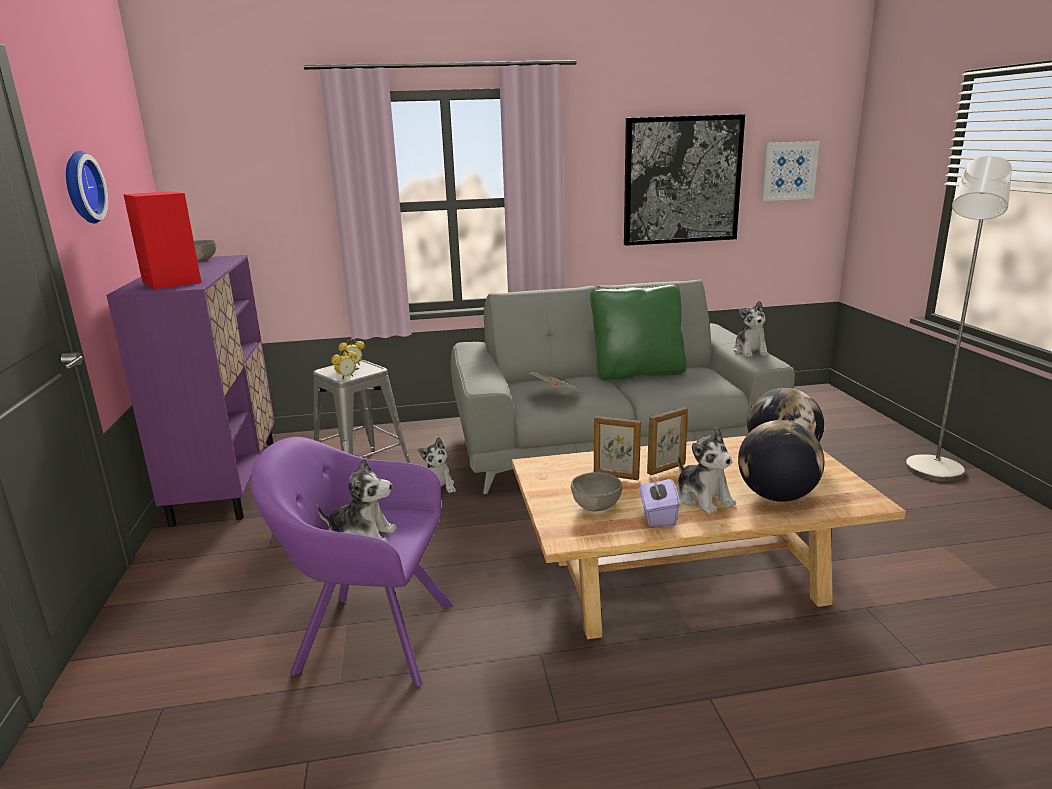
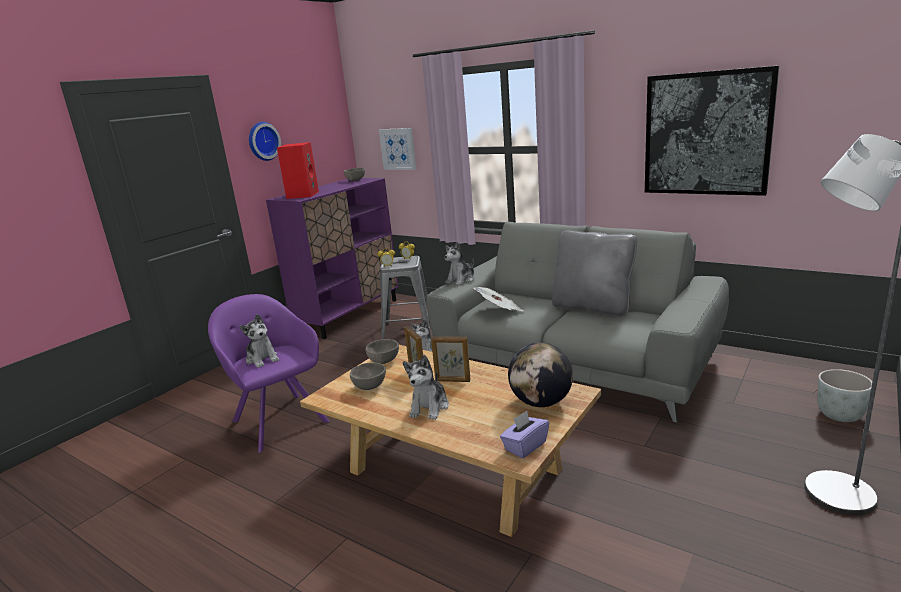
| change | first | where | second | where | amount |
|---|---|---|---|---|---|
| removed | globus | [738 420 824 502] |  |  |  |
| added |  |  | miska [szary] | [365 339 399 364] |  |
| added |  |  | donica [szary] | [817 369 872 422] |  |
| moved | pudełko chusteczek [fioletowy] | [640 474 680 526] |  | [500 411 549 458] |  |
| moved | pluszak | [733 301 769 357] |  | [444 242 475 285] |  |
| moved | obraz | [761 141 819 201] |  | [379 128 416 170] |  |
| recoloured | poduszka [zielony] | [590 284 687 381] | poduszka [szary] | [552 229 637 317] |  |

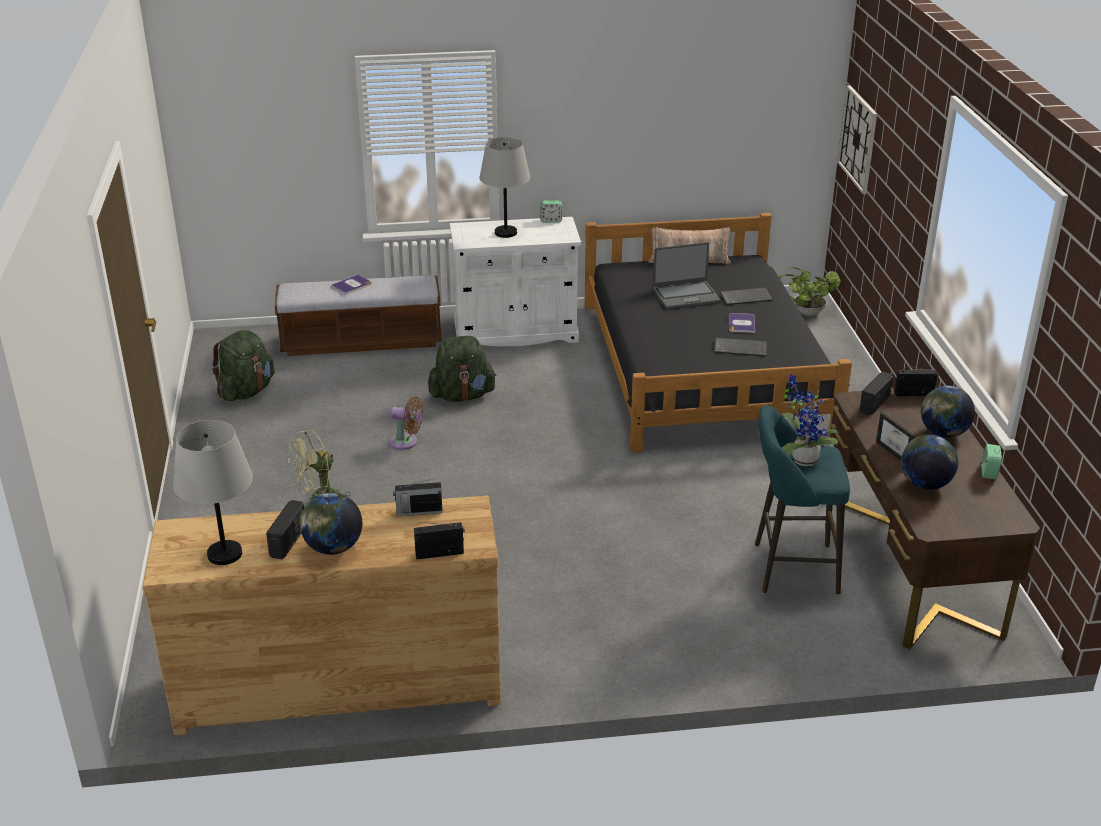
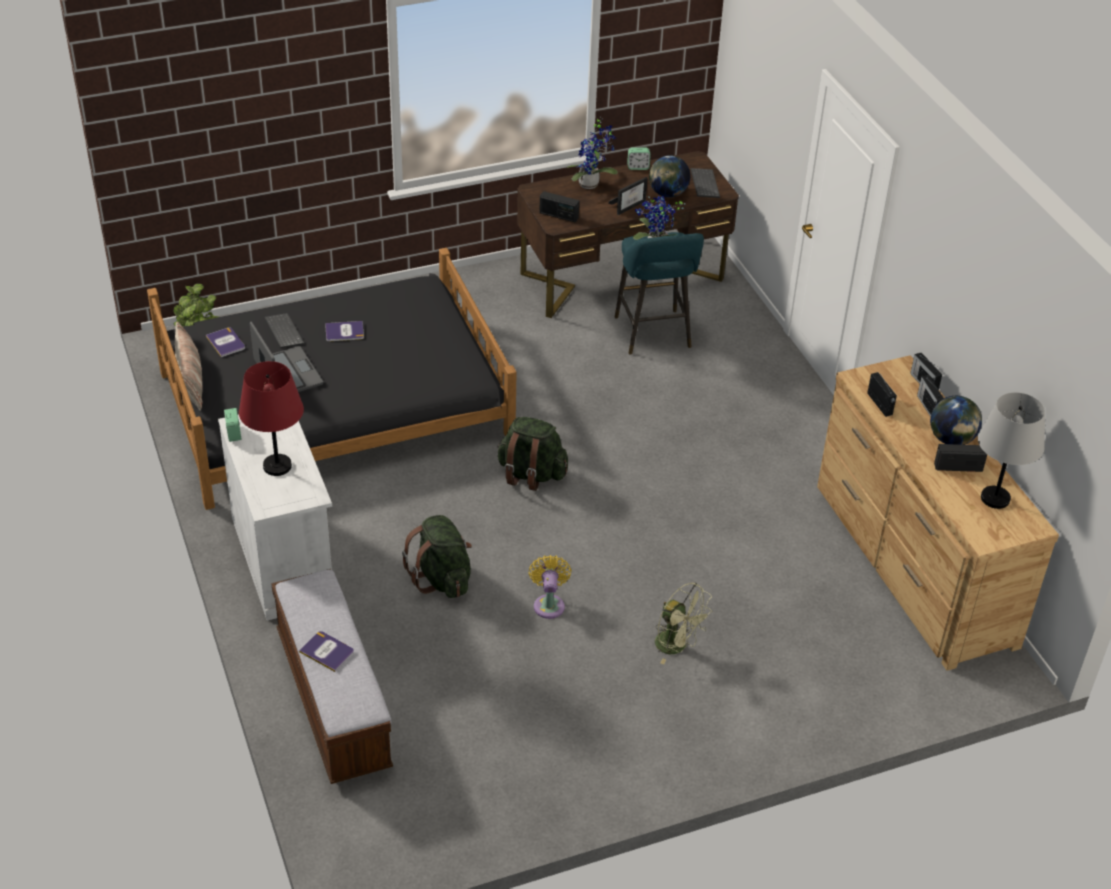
| change | first | where | second | where | amount |
|---|---|---|---|---|---|
| removed | zegar ścienny | [838 86 877 194] |  |  |  |
| added |  |  | książka | [206 327 245 357] |  |
| moved | plecak [zielony] | [212 330 275 401] |  | [497 417 568 491] |  |
| moved | klawiatura | [715 338 767 357] |  | [690 168 720 198] |  |
| moved | radio | [894 365 938 396] |  | [917 375 944 417] |  |
| replaced | globus | [921 385 975 438] | roślina doniczkowa | [567 116 618 189] |  |
| recoloured | wentylator [brązowy] | [389 396 423 450] | wentylator [żółty] | [529 555 571 619] |  |
| recoloured | lampa stołowa [szary] | [479 137 530 238] | lampa stołowa [czerwony] | [239 361 304 476] |  |

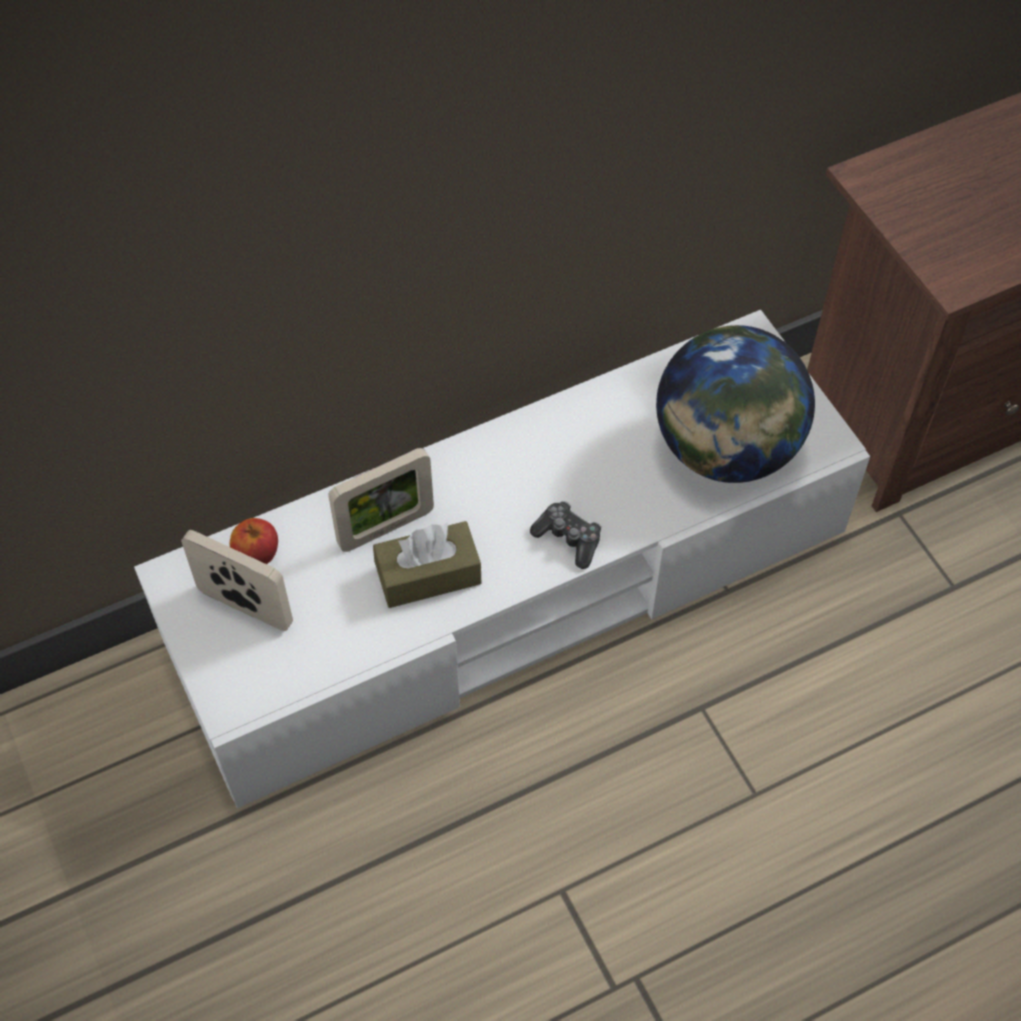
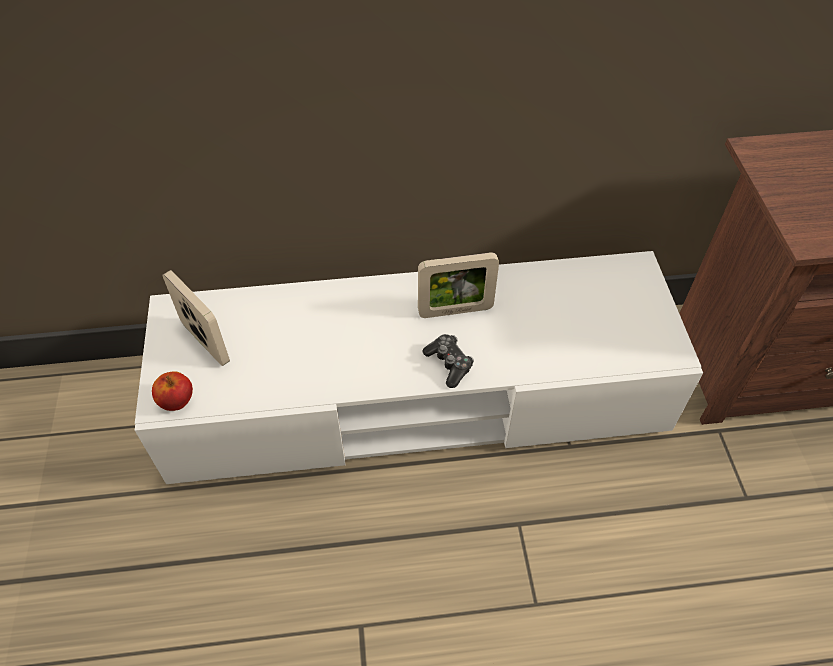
| change | first | where | second | where | amount |
|---|---|---|---|---|---|
| removed | pudełko chusteczek [brązowy] | [373 521 481 608] |  |  |  |
| removed | globus | [656 325 815 483] |  |  |  |
| moved | jabłko | [230 518 278 564] |  | [152 371 193 411] |  |
| moved | ramka na zdjęcie | [328 448 434 552] |  | [418 252 499 318] |  |

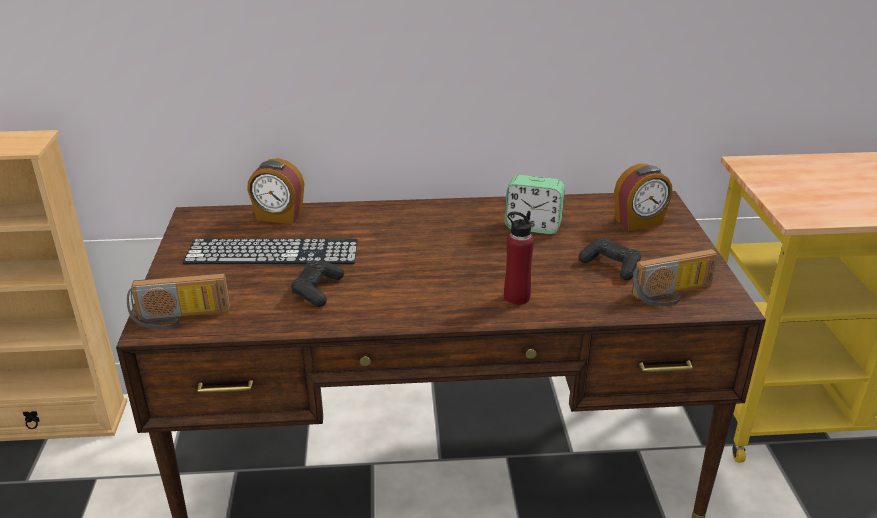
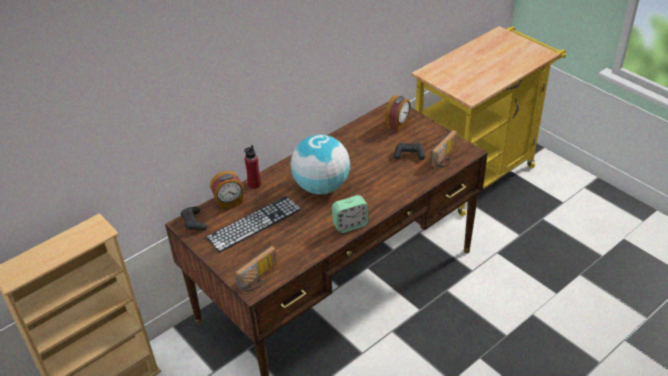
| change | first | where | second | where | amount |
|---|---|---|---|---|---|
| added |  |  | globus | [291 135 350 194] |  |
| moved | pad do gier [czarny] | [291 260 344 307] |  | [181 206 207 231] |  |
| moved | butelka [czerwony] | [504 211 534 305] |  | [244 145 261 189] |  |
| moved | budzik | [505 175 565 234] |  | [332 195 369 233] |  |

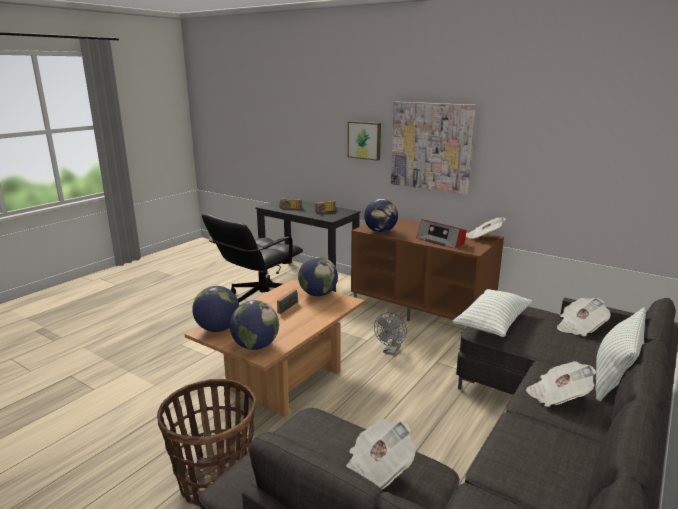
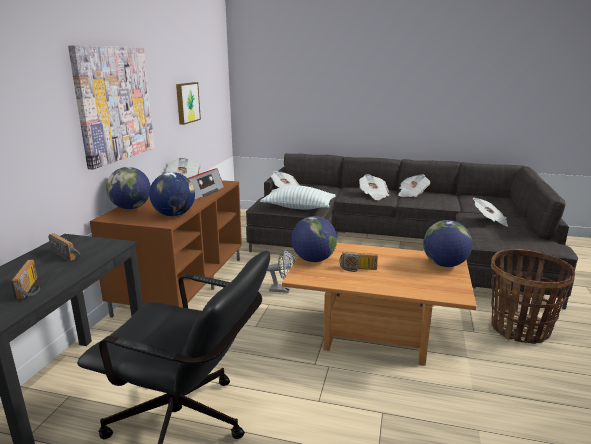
| change | first | where | second | where | amount |
|---|---|---|---|---|---|
| removed | poduszka | [595 307 646 401] |  |  |  |
| added |  |  | gazeta | [398 175 430 197] |  |
| moved | globus | [192 286 239 332] |  | [106 167 151 209] |  |
| moved | obraz | [348 121 381 161] |  | [176 82 201 125] |  |

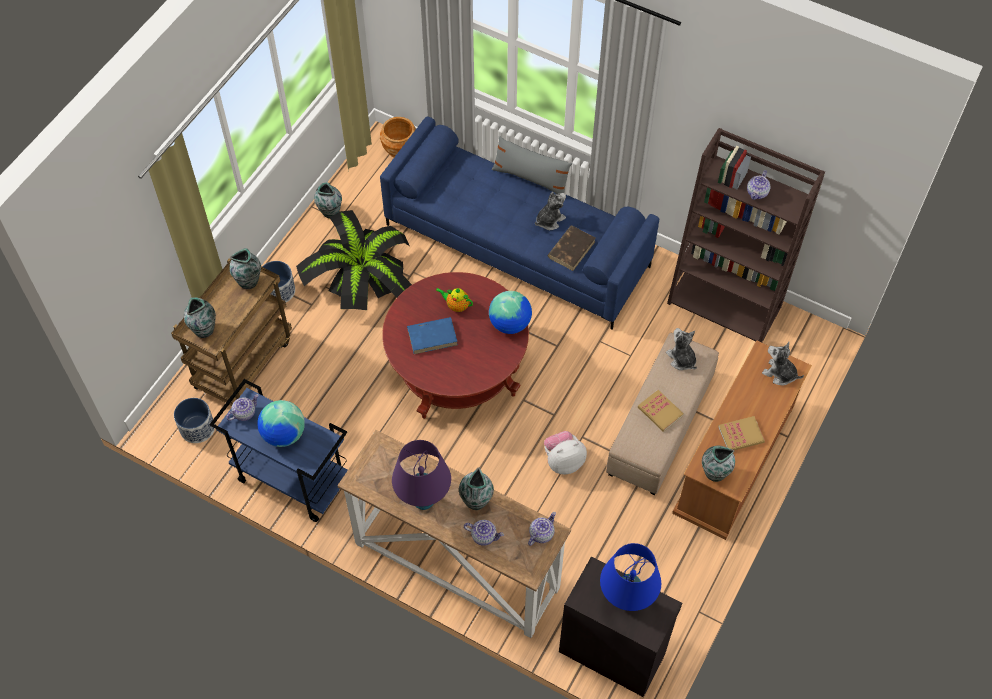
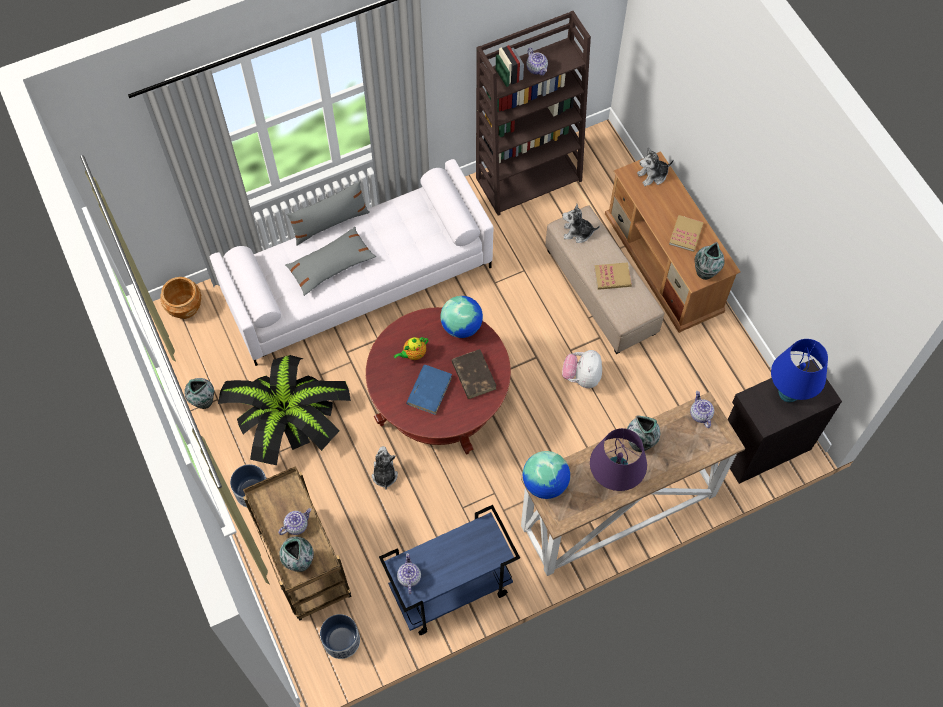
| change | first | where | second | where | amount |
|---|---|---|---|---|---|
| removed | wazon | [229 248 261 289] |  |  |  |
| added |  |  | poduszka [szary] | [285 227 376 296] |  |
| moved | globus | [257 400 305 447] |  | [523 451 570 499] |  |
| moved | imbryk | [464 520 504 546] |  | [278 508 312 535] |  |
| moved | pluszak | [535 192 566 230] |  | [372 446 398 490] |  |
| moved | książka [brązowy] | [547 226 595 271] |  | [451 349 497 399] |  |
| recoloured | kanapa [niebieski] | [380 117 659 329] | kanapa [biały] | [210 159 493 366] |  |

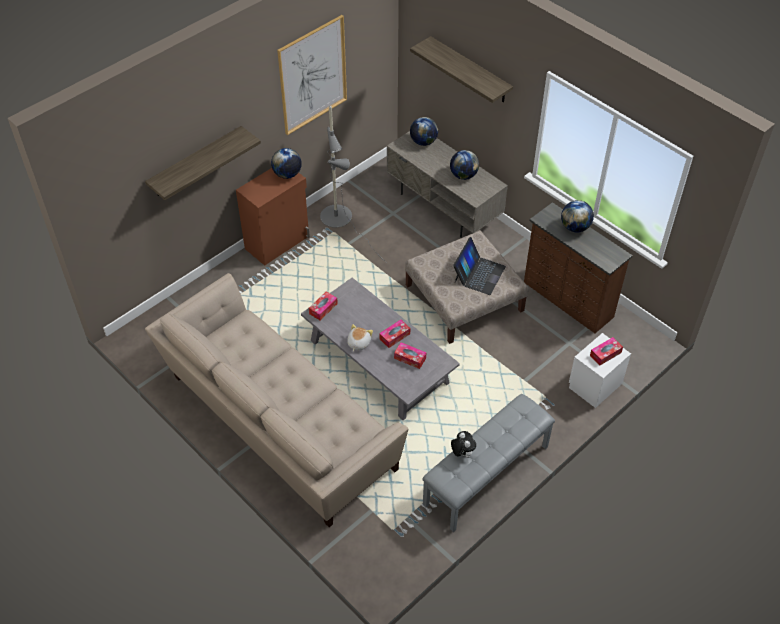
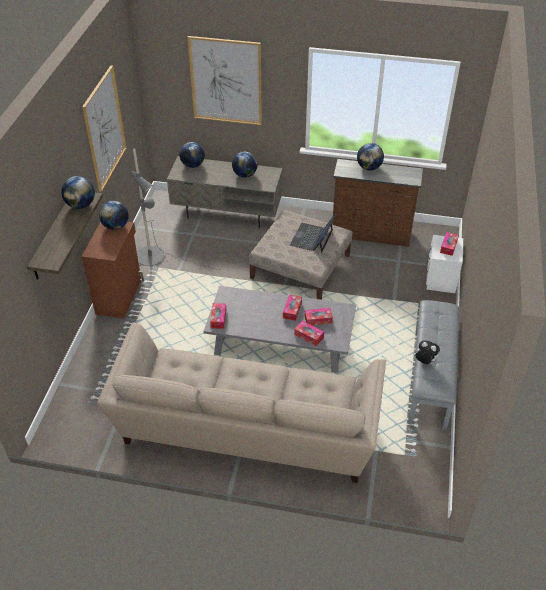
| change | first | where | second | where | amount |
|---|---|---|---|---|---|
| removed | pluszak | [347 324 373 351] |  |  |  |
| added |  |  | globus | [61 176 95 209] |  |
| added |  |  | pudełko chusteczek | [294 321 324 346] |  |
| replaced | półka | [410 36 513 103] | obraz | [187 36 262 125] |  |
| turned | laptop | [453 237 506 295] |  | [290 214 336 253] | 150 degrees counterclockwise |

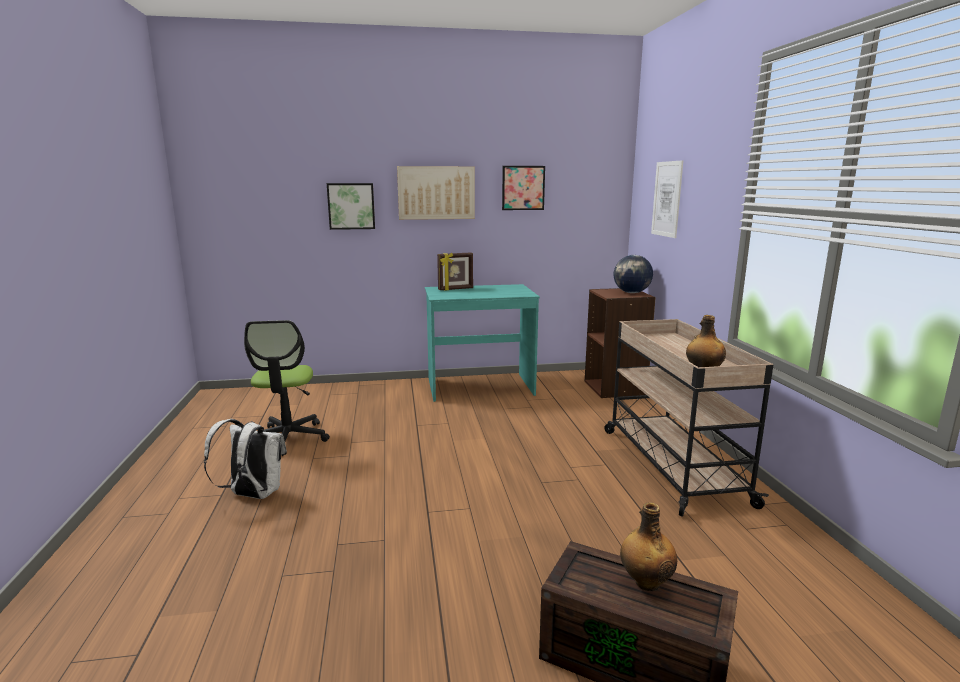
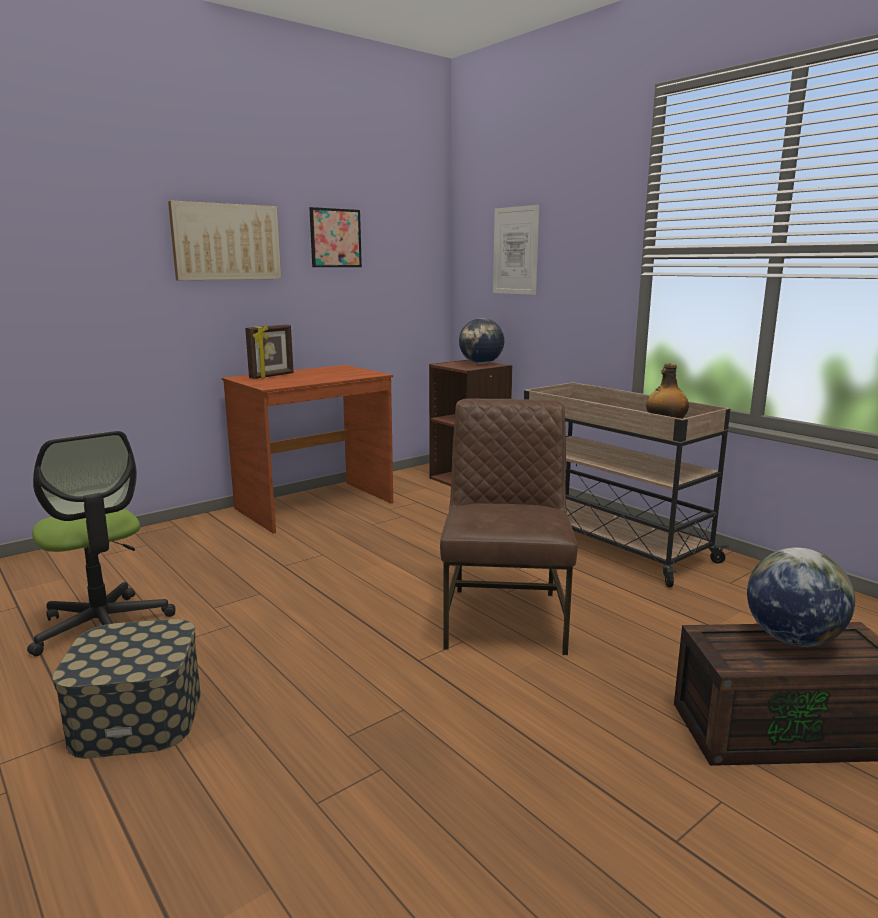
| change | first | where | second | where | amount |
|---|---|---|---|---|---|
| removed | obraz | [327 183 375 230] |  |  |  |
| added |  |  | krzesło [brązowy] | [440 398 577 655] |  |
| replaced | plecak [biały] | [204 419 287 499] | pojemnik do przechowywania | [52 619 201 758] |  |
| replaced | butelka | [620 502 677 591] | globus | [747 547 855 646] |  |
| recoloured | biurko [turkusowy] | [425 284 540 402] | biurko [brązowy] | [222 365 393 534] |  |

